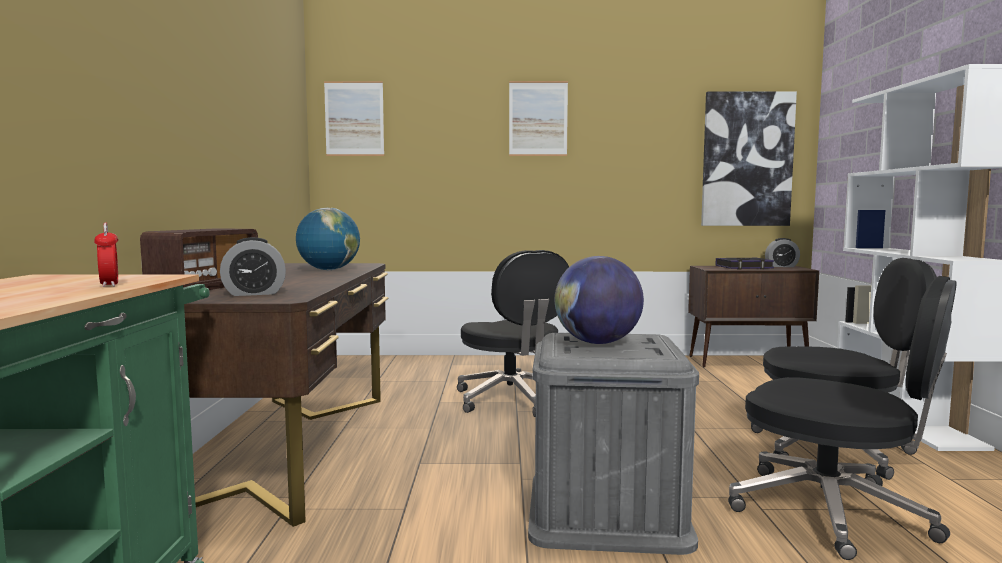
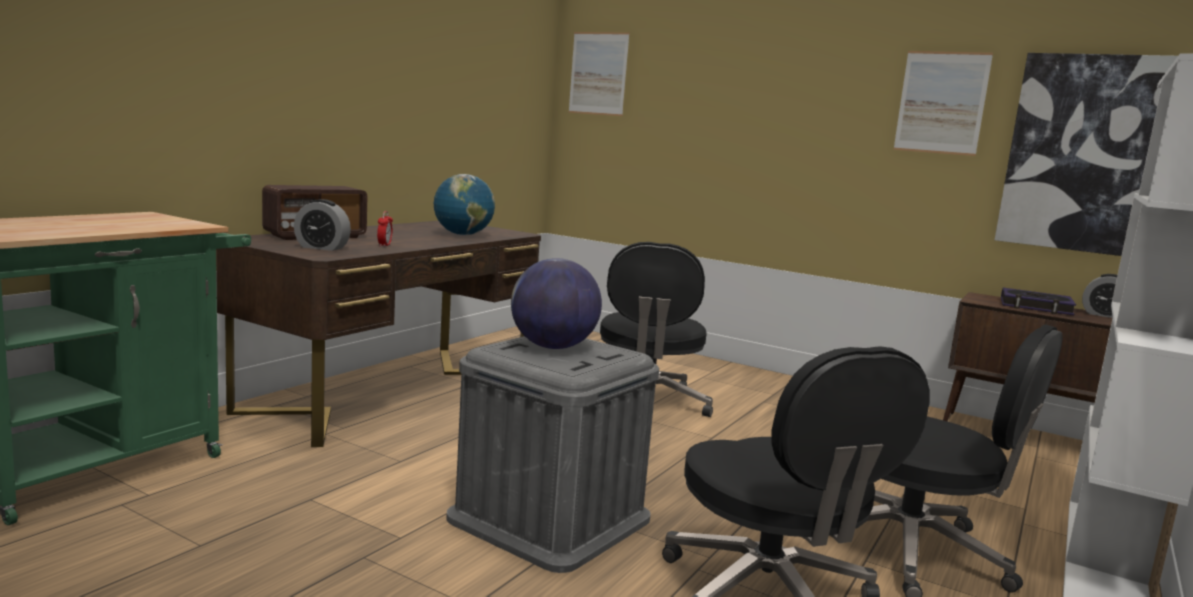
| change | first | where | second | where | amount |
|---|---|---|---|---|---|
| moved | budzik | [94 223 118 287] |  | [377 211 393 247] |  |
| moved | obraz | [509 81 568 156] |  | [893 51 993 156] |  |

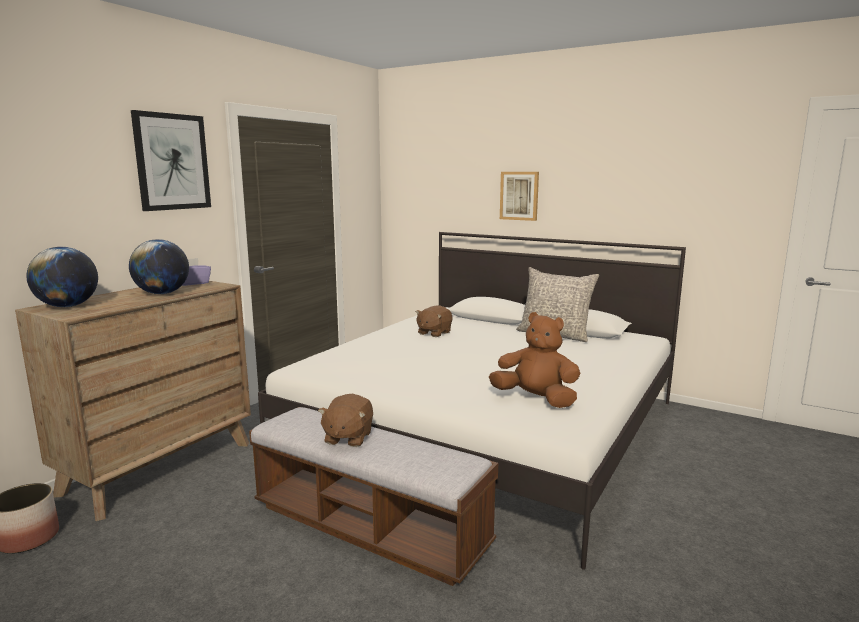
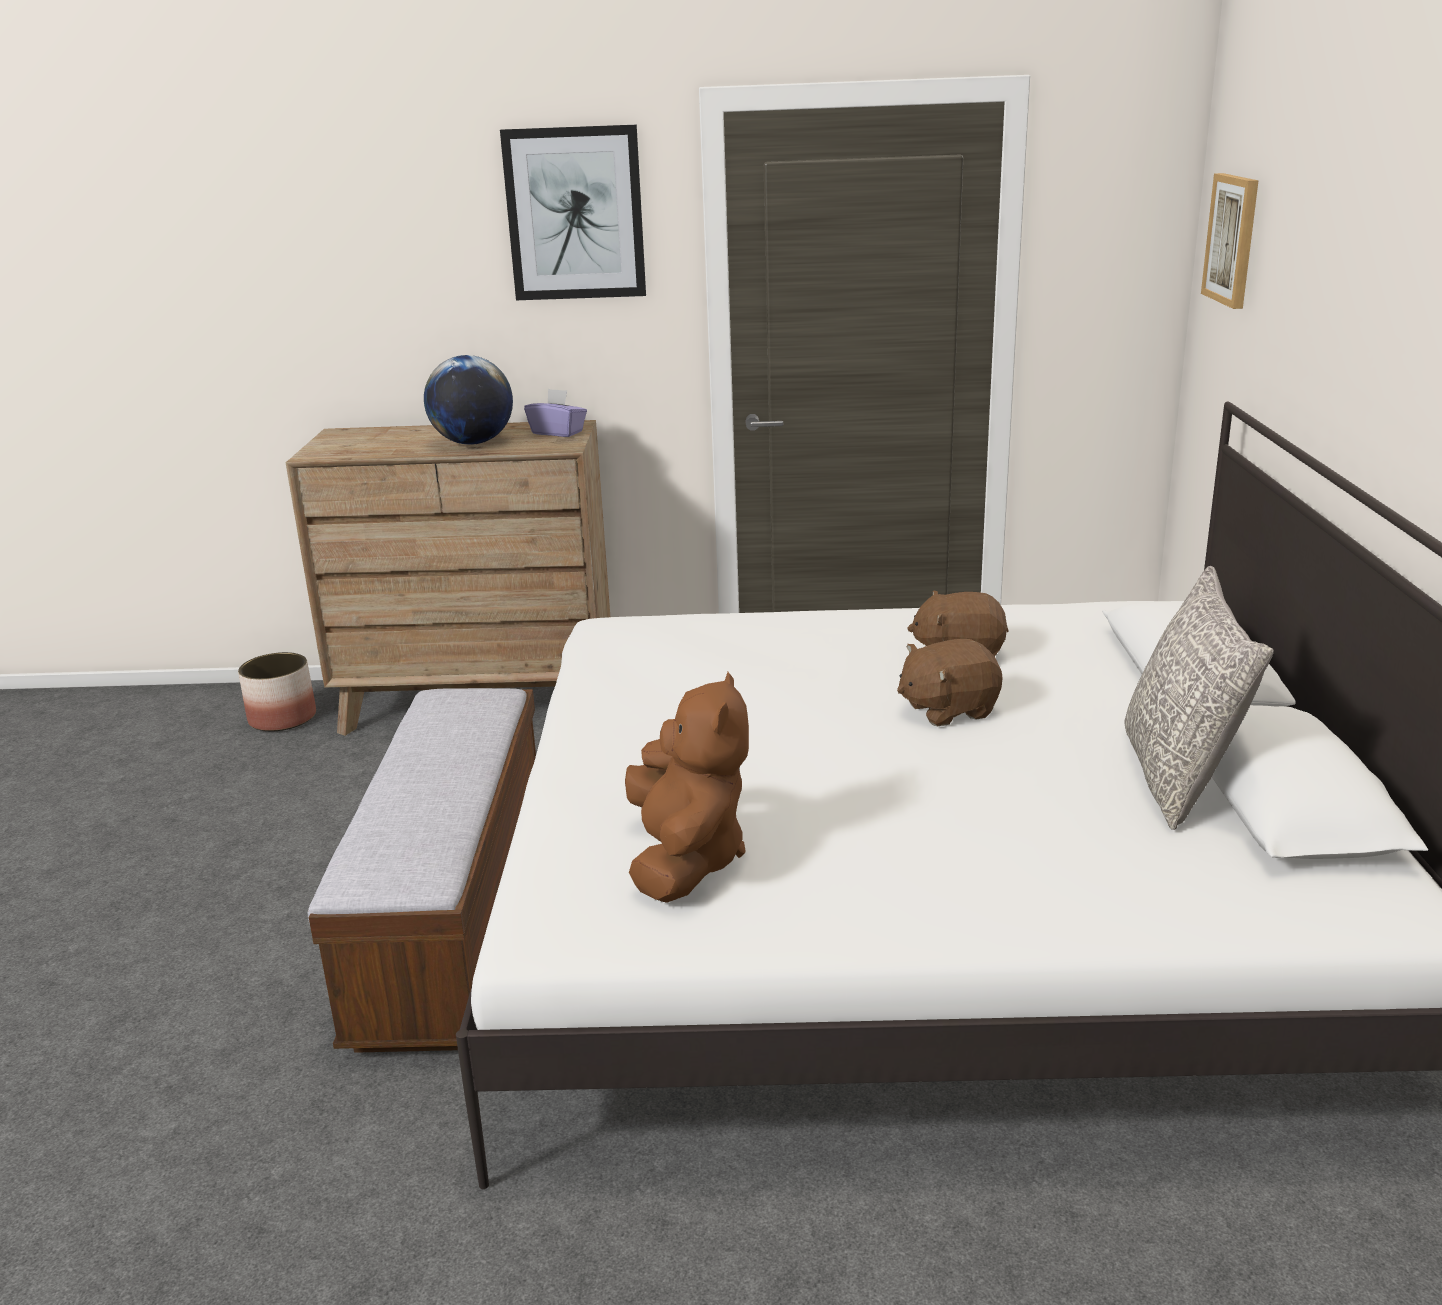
| change | first | where | second | where | amount |
|---|---|---|---|---|---|
| removed | globus | [26 247 98 307] |  |  |  |
| moved | pluszak [brązowy] | [318 394 373 447] |  | [897 639 1002 726] |  |
| moved | obraz | [500 172 539 221] |  | [1201 173 1259 309] |  |

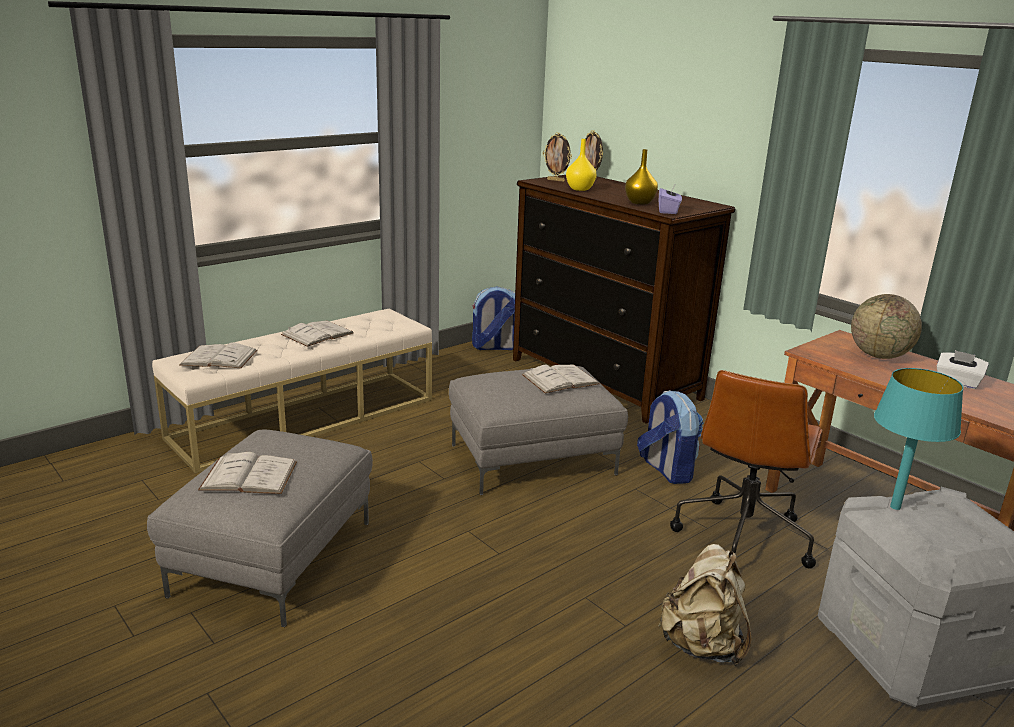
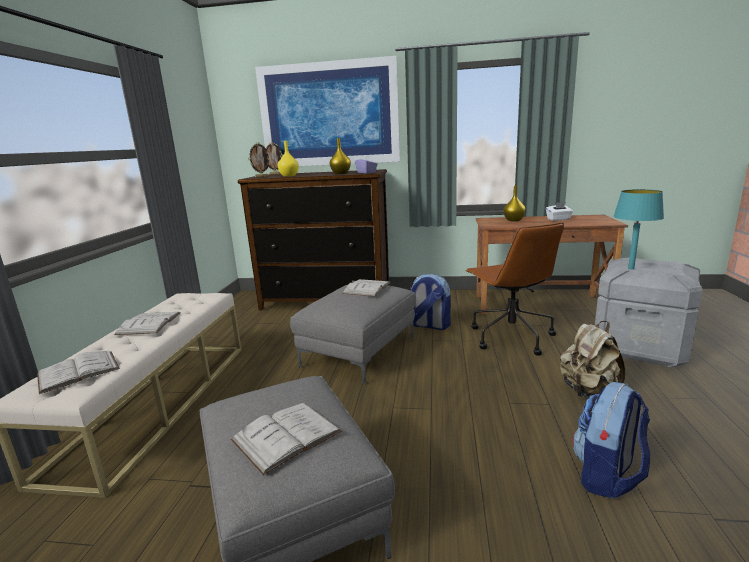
| change | first | where | second | where | amount |
|---|---|---|---|---|---|
| added |  |  | obraz | [255 56 400 168] |  |
| moved | plecak | [472 286 515 350] |  | [572 382 650 498] |  |
| replaced | globus | [851 294 922 359] | wazon [żółty] | [503 186 526 221] |  |

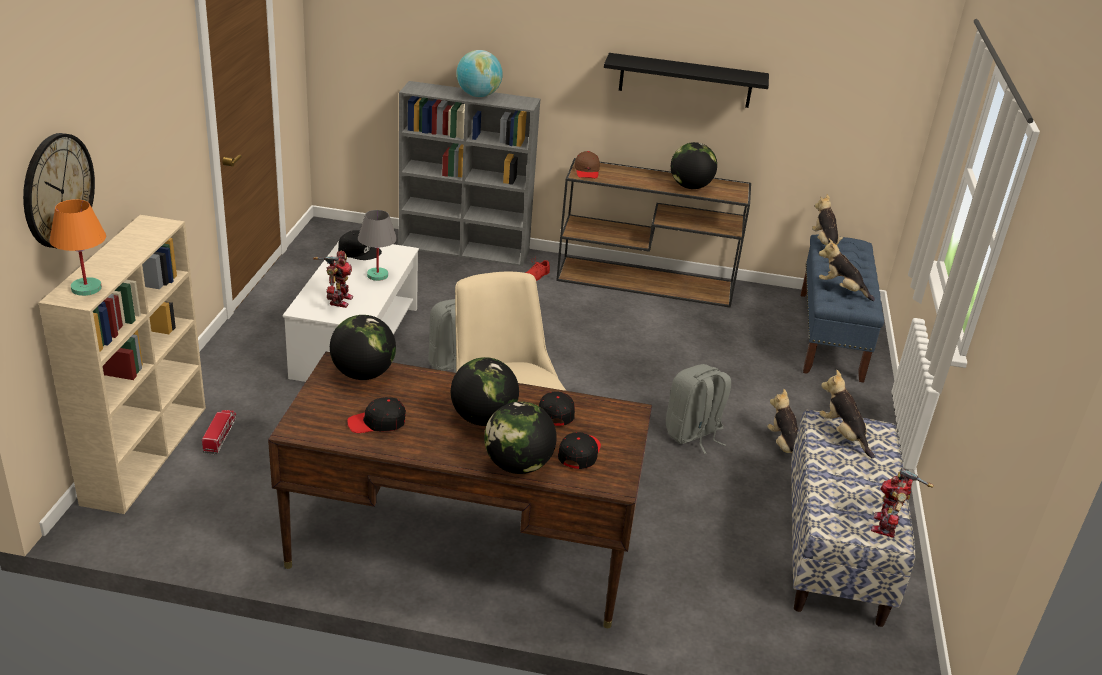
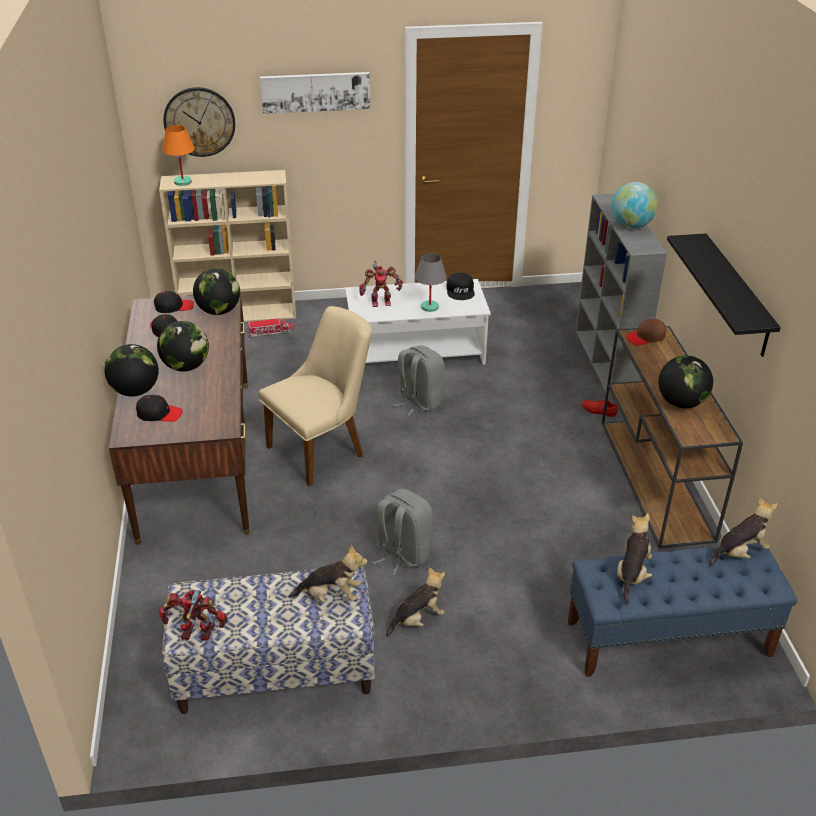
| change | first | where | second | where | amount |
|---|---|---|---|---|---|
| added |  |  | obraz | [260 72 370 114] |  |
| moved | czapka z daszkiem [czarny] | [539 391 575 426] |  | [154 291 194 313] |  |
| turned | pluszak | [820 370 874 459] |  | [289 545 368 602] | 45 degrees clockwise |

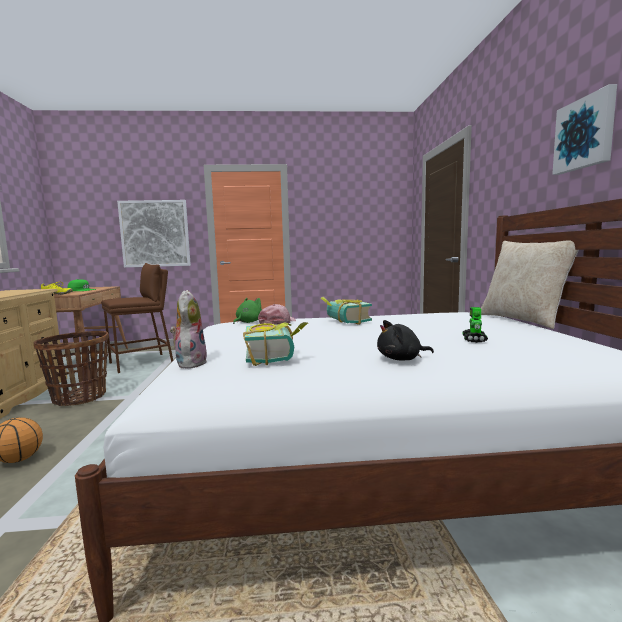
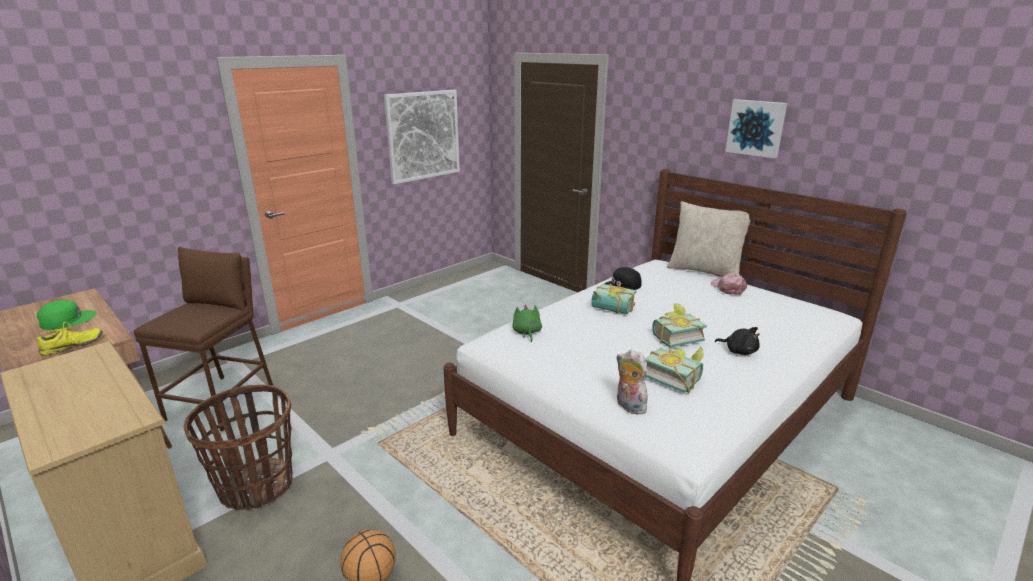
| change | first | where | second | where | amount |
|---|---|---|---|---|---|
| removed | robot zabawkowy | [462 307 488 343] |  |  |  |
| added |  |  | czapka z daszkiem [czarny] | [605 267 642 290] |  |
| added |  |  | książka | [652 304 707 347] |  |
| moved | obraz | [117 200 191 268] |  | [384 90 460 184] |  |
| moved | czapka z daszkiem [różowy] | [258 304 296 325] |  | [711 273 747 295] |  |
| turned | pluszak [czarny] | [377 320 434 360] |  | [715 327 760 355] | 90 degrees counterclockwise |

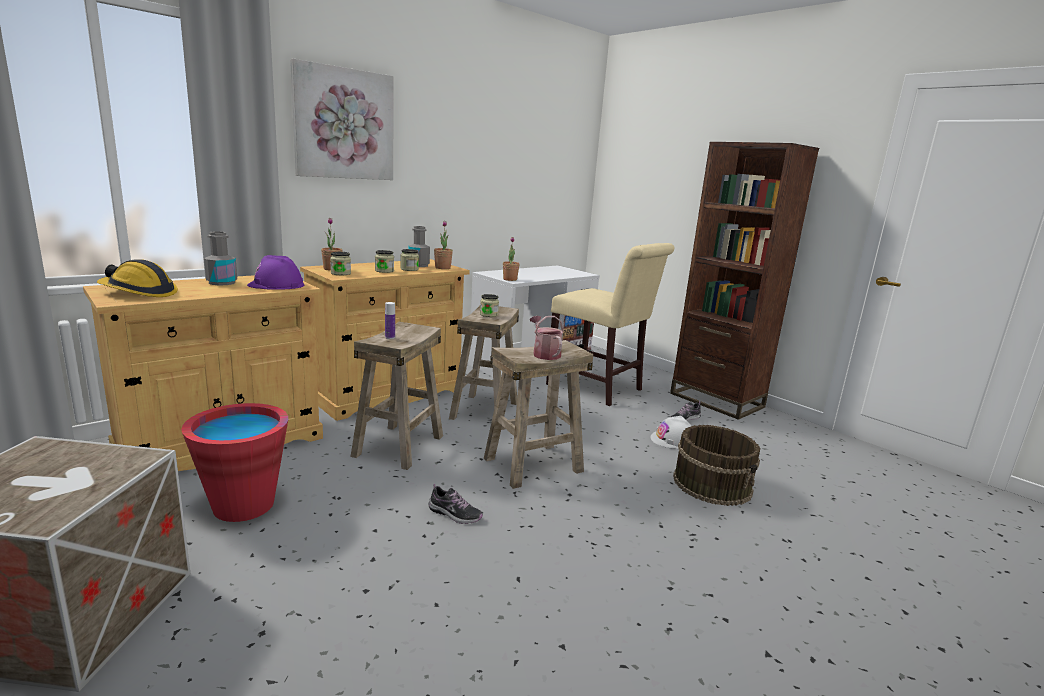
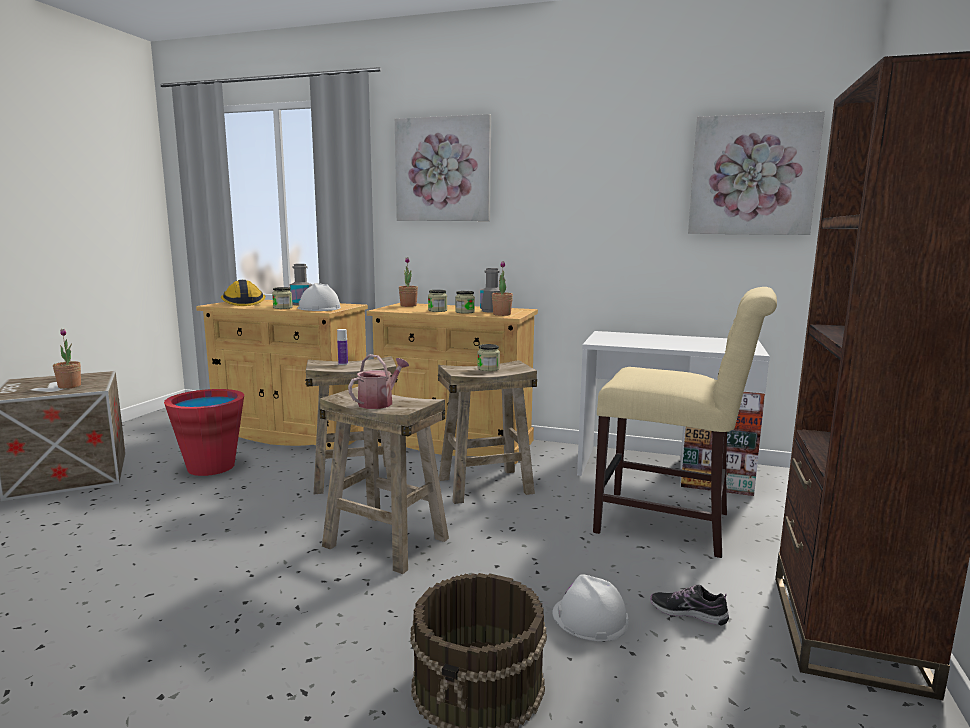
| change | first | where | second | where | amount |
|---|---|---|---|---|---|
| removed | but | [429 484 483 524] |  |  |  |
| added |  |  | obraz | [688 111 825 235] |  |
| moved | słoik | [330 252 351 275] |  | [272 287 293 309] |  |
| moved | roślina doniczkowa | [503 237 520 281] |  | [53 329 81 389] |  |
| recoloured | kask [fioletowy] | [247 255 304 290] | kask [biały] | [298 283 341 311] |  |
| turned | krzesło [beżowy] | [546 243 674 406] |  | [593 287 777 558] | 75 degrees counterclockwise |

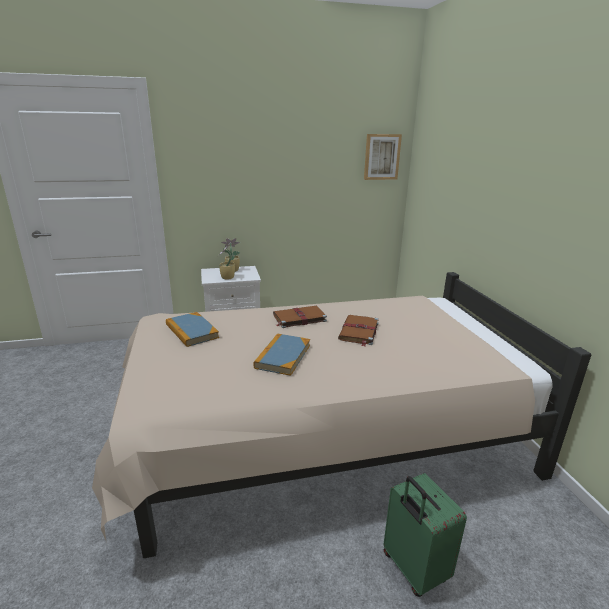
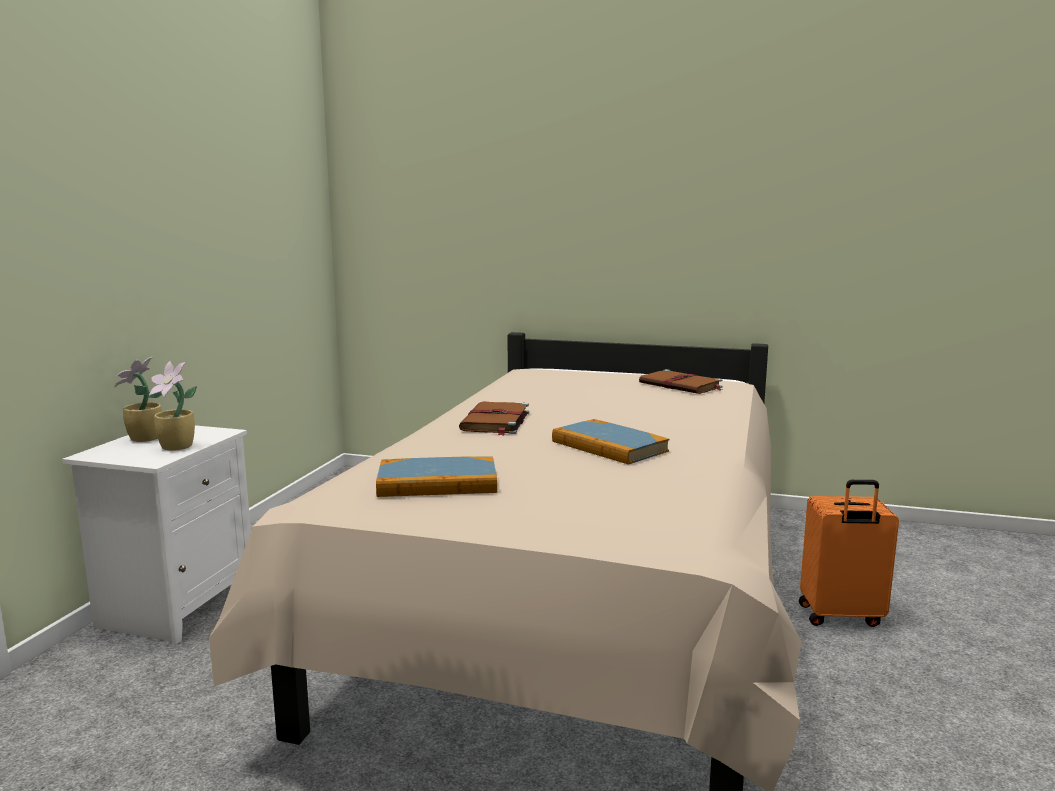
| change | first | where | second | where | amount |
|---|---|---|---|---|---|
| removed | obraz | [364 134 402 180] |  |  |  |
| moved | książka [brązowy] | [338 315 379 346] |  | [639 369 722 394] |  |
| recoloured | walizka [zielony] | [384 473 467 597] | walizka [pomarańczowy] | [799 480 899 627] |  |

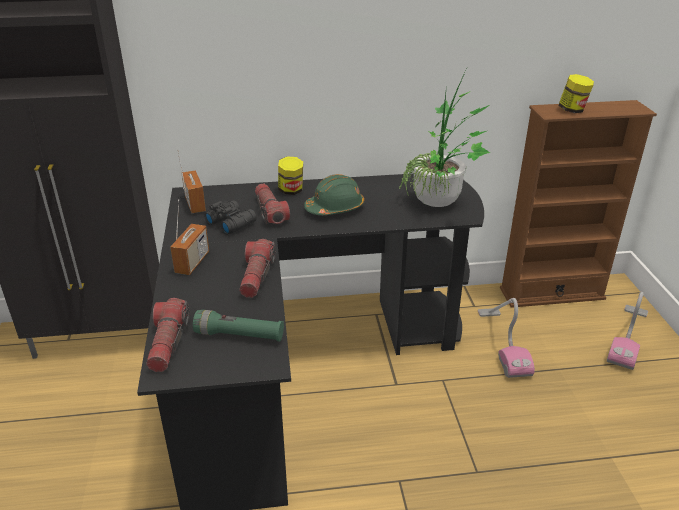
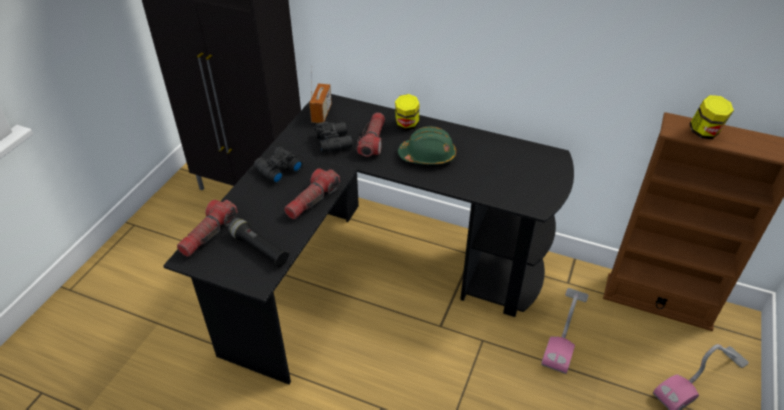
| change | first | where | second | where | amount |
|---|---|---|---|---|---|
| removed | roślina doniczkowa | [399 71 490 207] |  |  |  |
| replaced | radio | [170 199 209 275] | lornetka [czarny] | [254 147 303 184] |  |
| recoloured | latarka [zielony] | [193 310 284 341] | latarka [czarny] | [227 217 290 267] |  |

